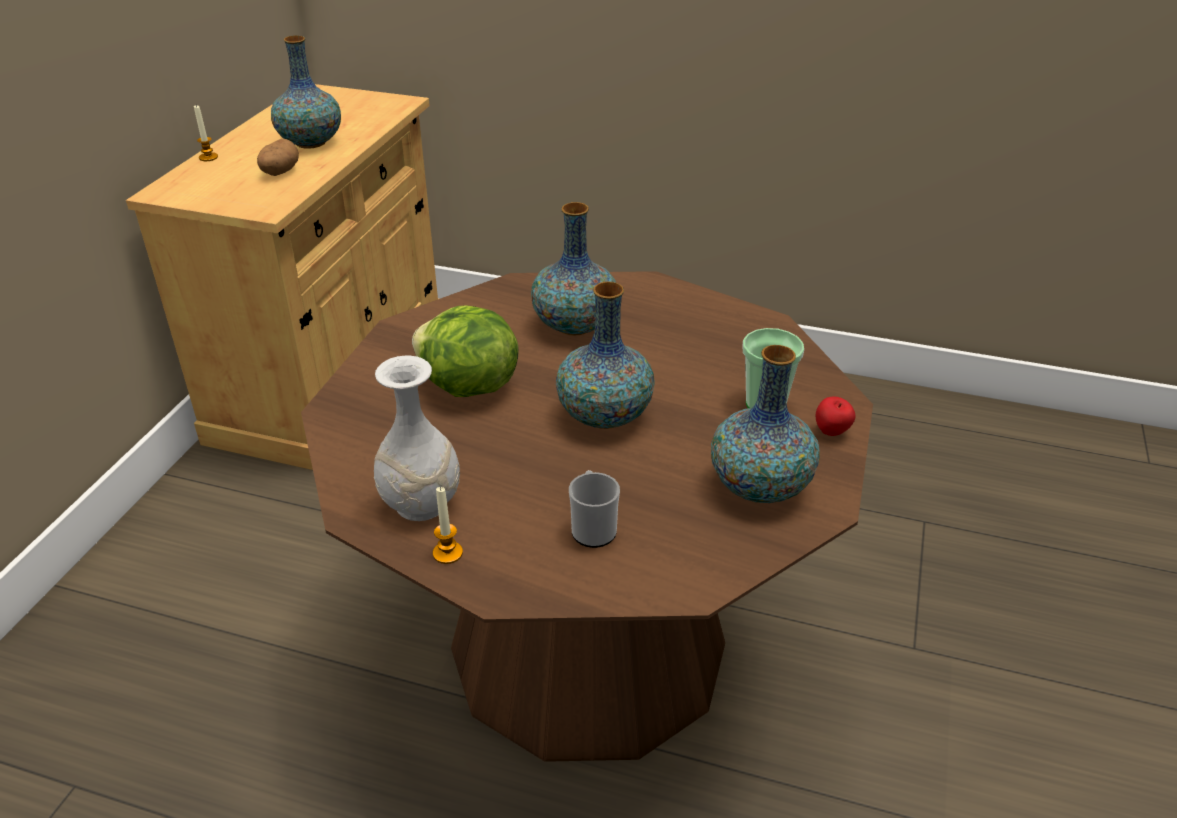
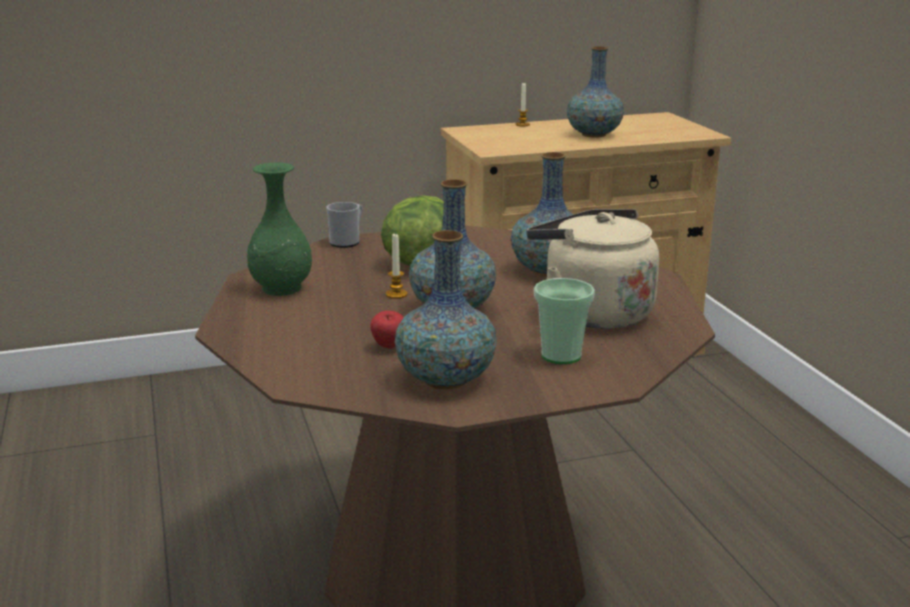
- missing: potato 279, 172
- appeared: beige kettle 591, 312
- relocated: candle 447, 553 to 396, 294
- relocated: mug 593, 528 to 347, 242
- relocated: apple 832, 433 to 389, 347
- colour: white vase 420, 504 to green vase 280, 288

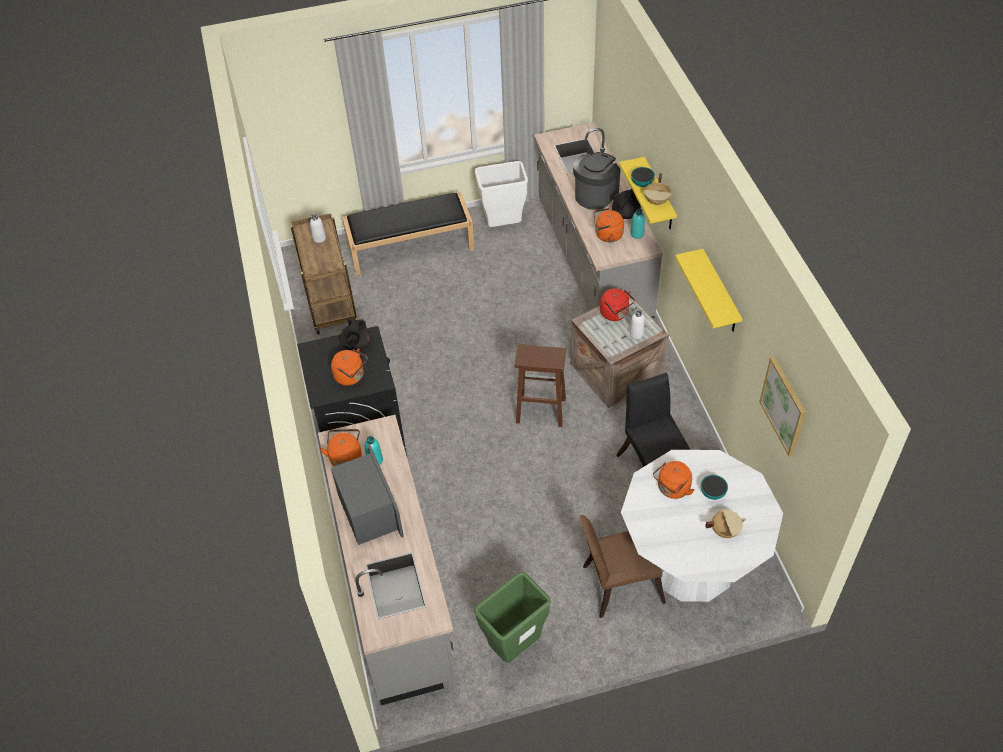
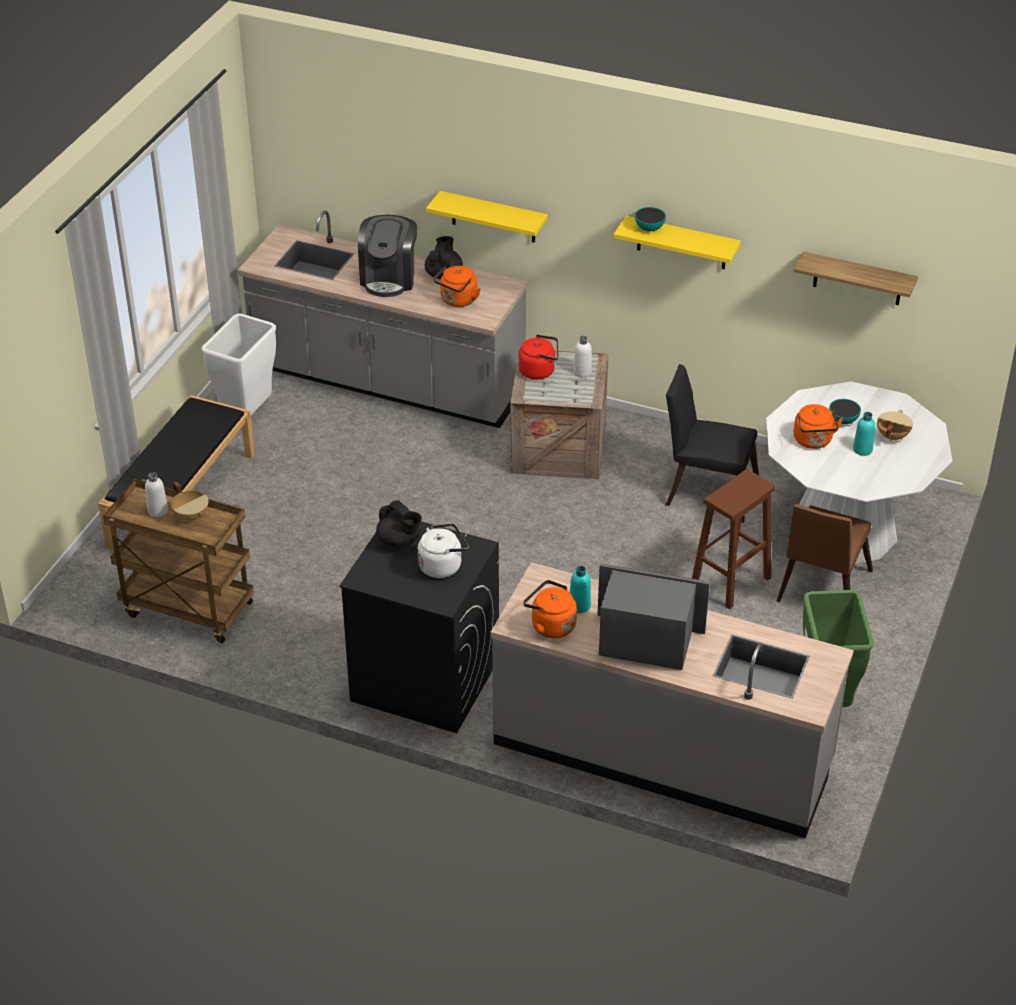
- relocated: brown stool 539, 410 to 730, 582
- relocated: turquoise bottle 637, 234 to 862, 449
- relocated: bowl 642, 183 to 649, 228
- relocated: beige cooking pot 657, 201 to 192, 515
- exchanged: picture 784, 406 to shelf 857, 279
- colour: orange kettle 351, 376 to white kettle 442, 565
- spun: coffee machine 595, 194 = 389, 278 150 degrees counterclockwise

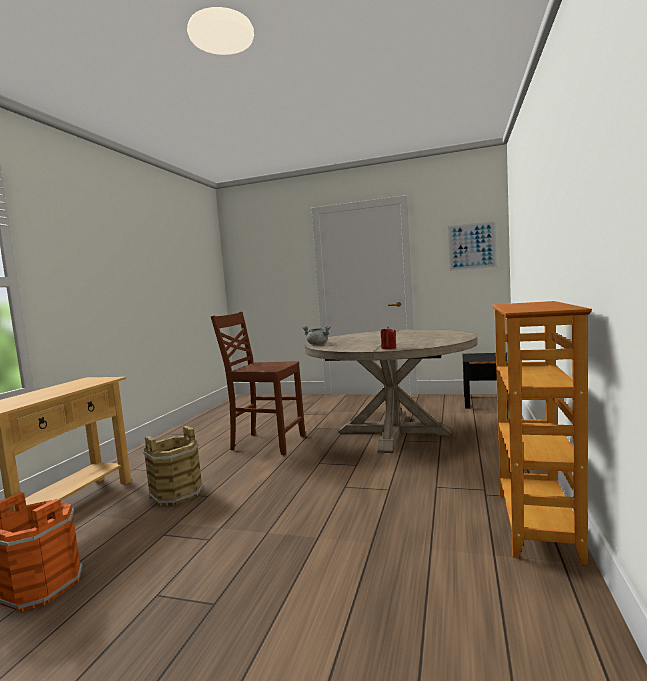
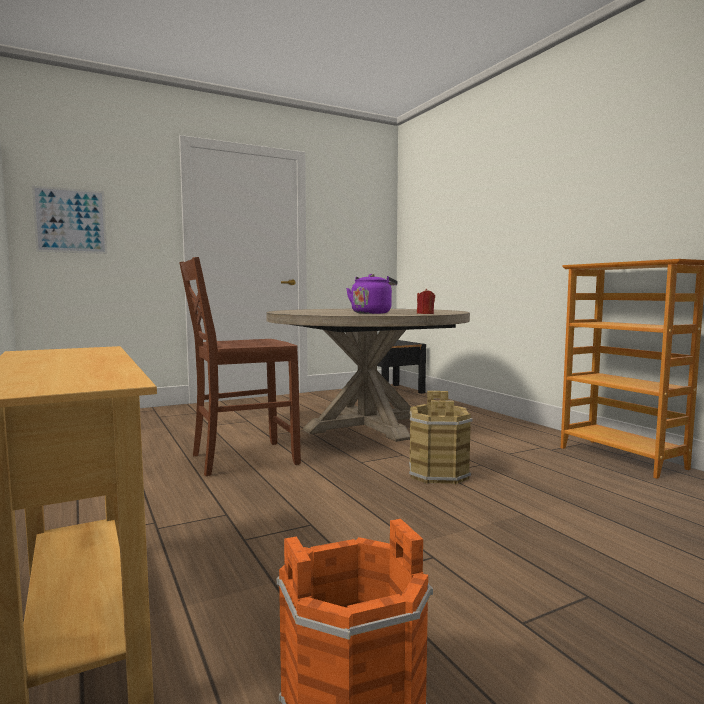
- missing: grey cooking pot 318, 344
- appeared: purple kettle 372, 313
- relocated: brown bucket 177, 494 to 438, 473
- relocated: picture 472, 246 to 70, 220

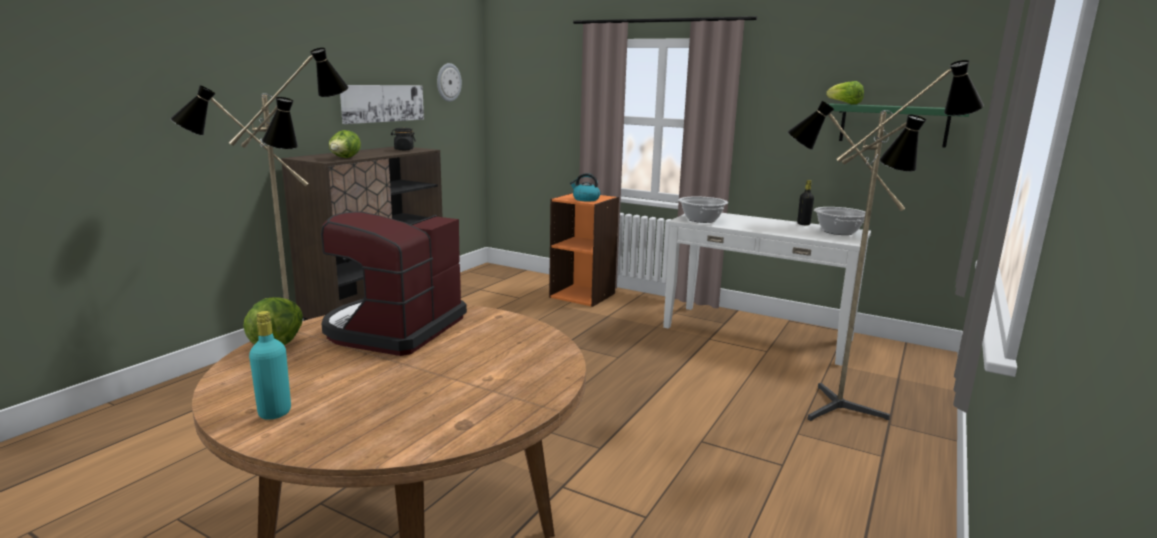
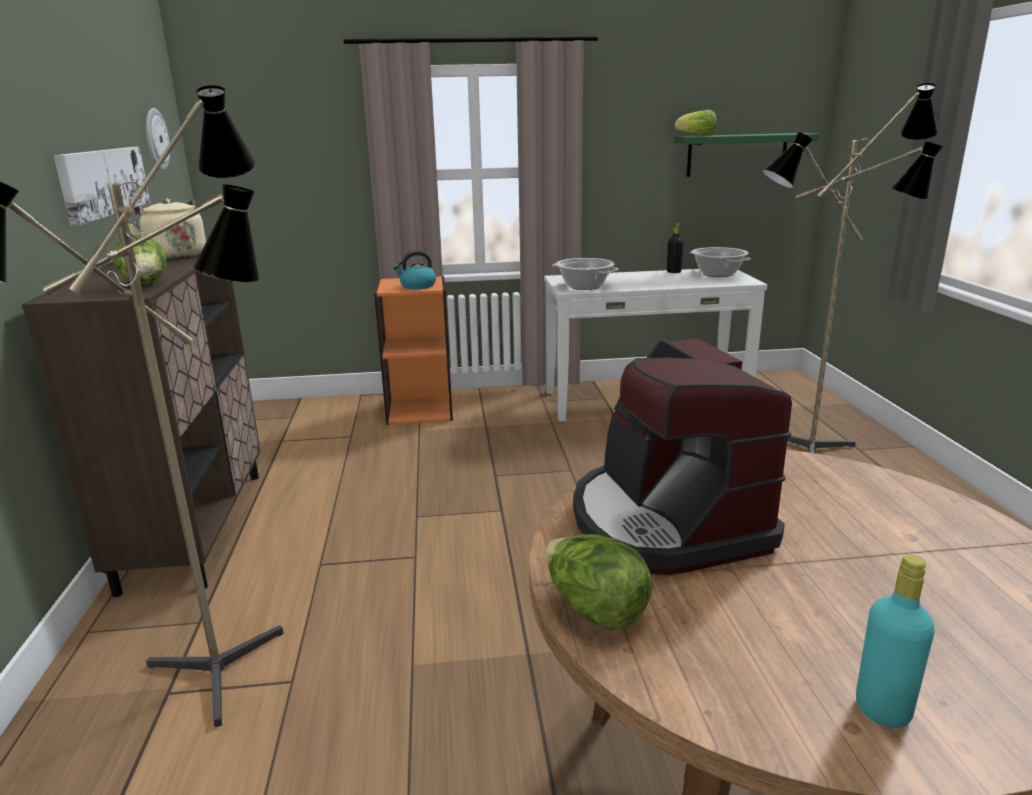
- exchanged: black jar 404, 149 to beige kettle 174, 255

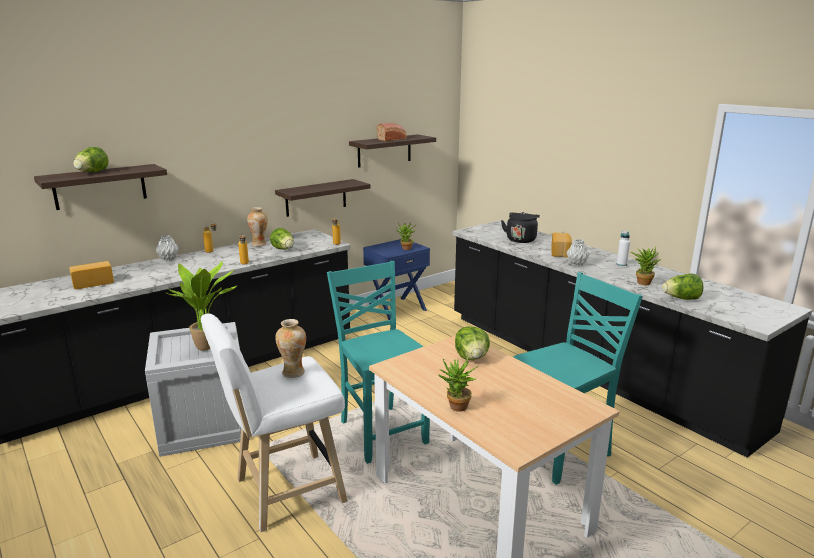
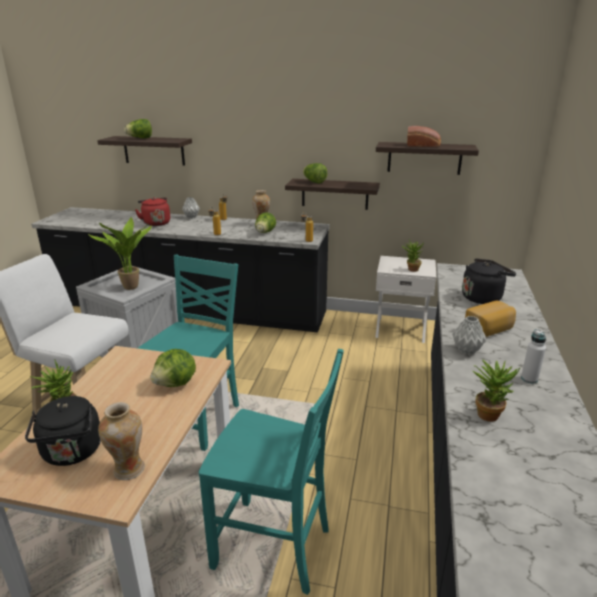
- missing: bread 93, 283
- appeared: black kettle 73, 453
- appeared: red kettle 156, 223
- relocated: vase 293, 373 to 128, 469
- relocated: lettuce 681, 299 to 314, 182
- colour: blue nightstand 396, 308 to white nightstand 400, 329

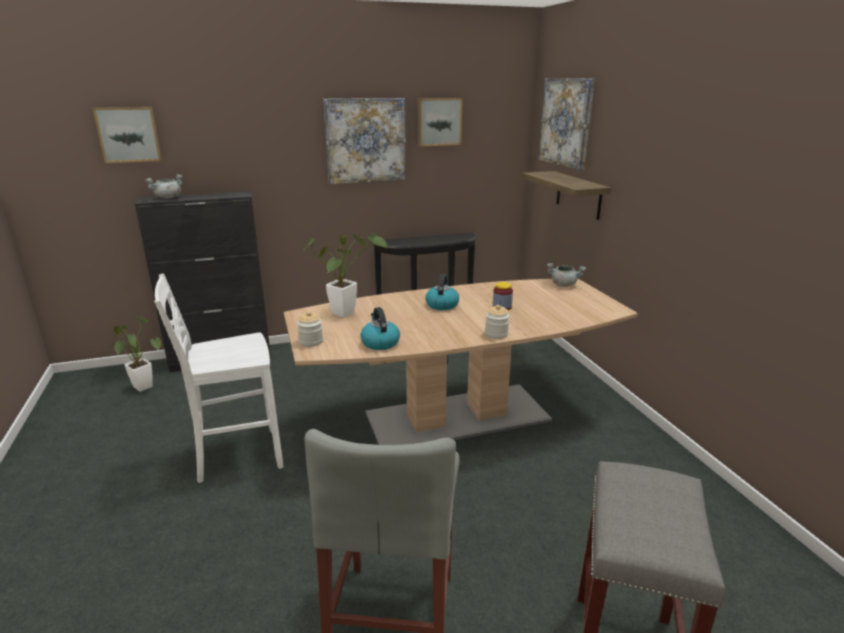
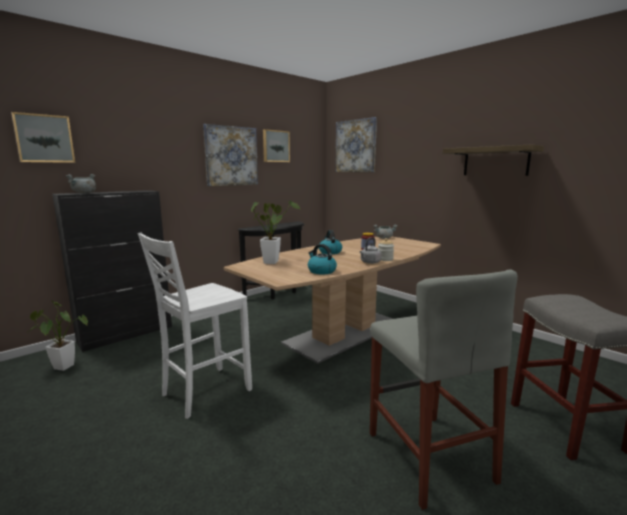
- missing: jar 311, 342
- appeared: grey kettle 369, 262
- relocated: shelf 578, 195 to 495, 161

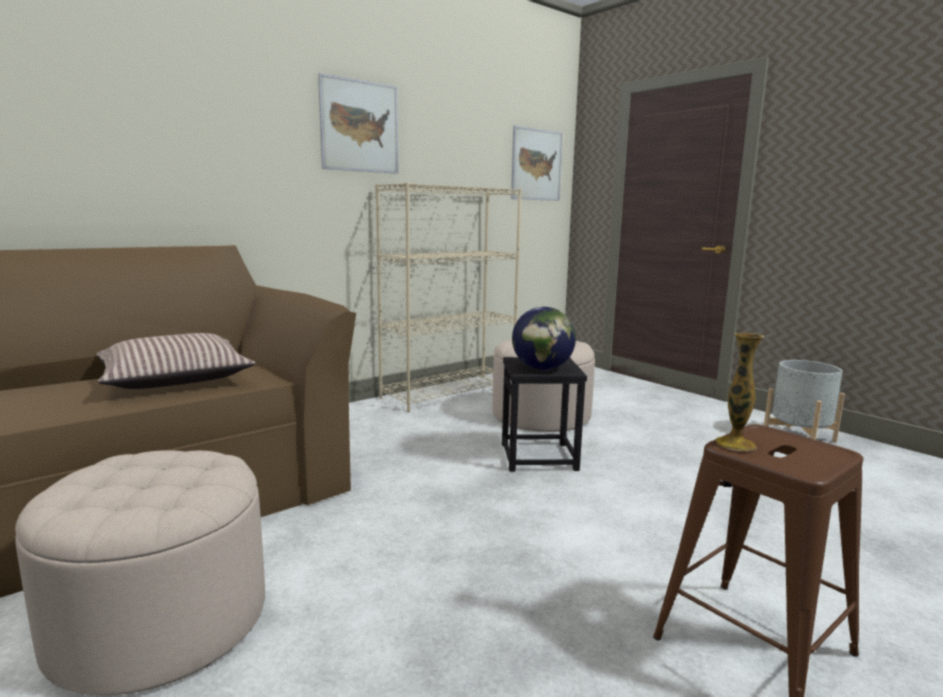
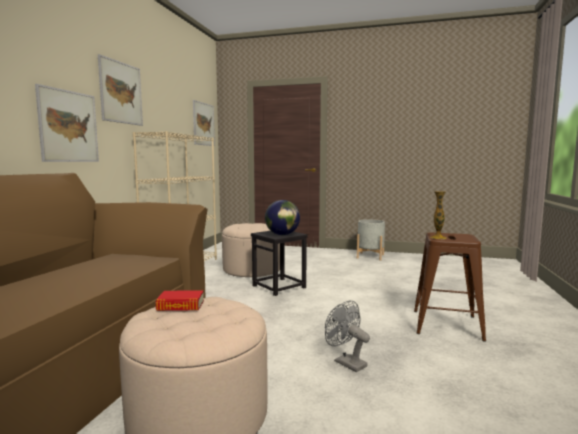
- missing: pillow 175, 378
- appeared: picture 69, 126
- appeared: book 180, 305
- appeared: grey fan 346, 362

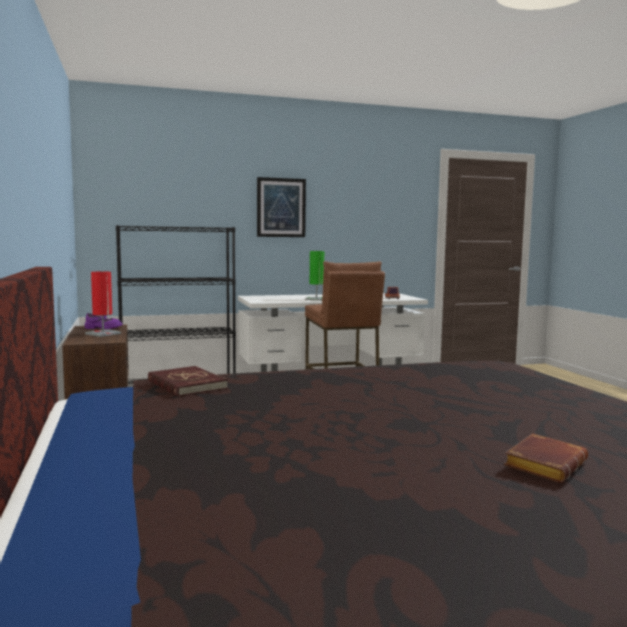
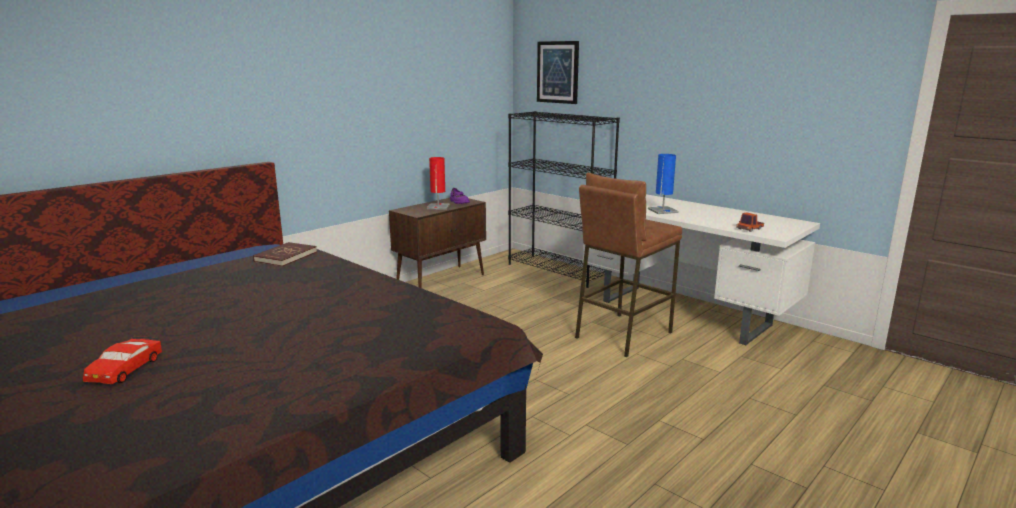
- relocated: picture 281, 207 to 558, 72
- exchanged: brown book 543, 464 to red toy car 125, 369
- colour: green table lamp 316, 299 to blue table lamp 662, 210

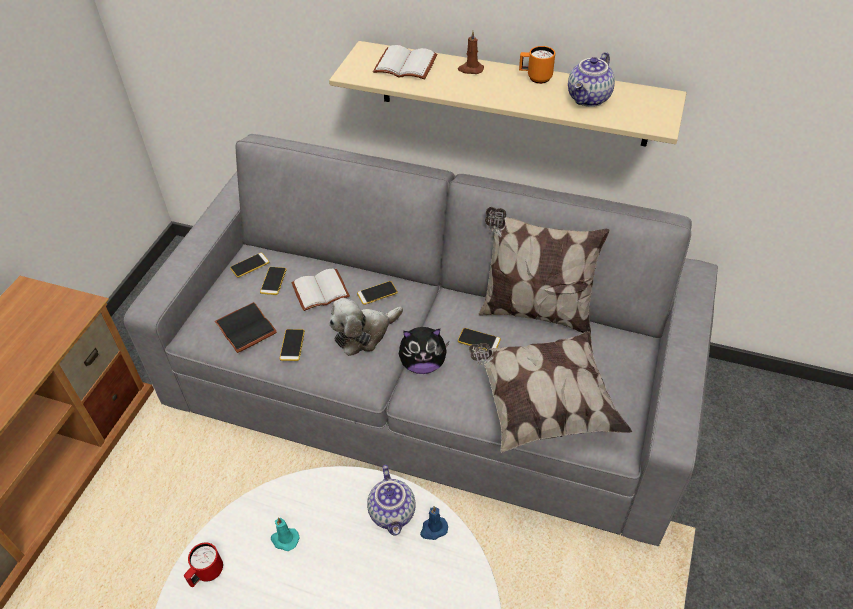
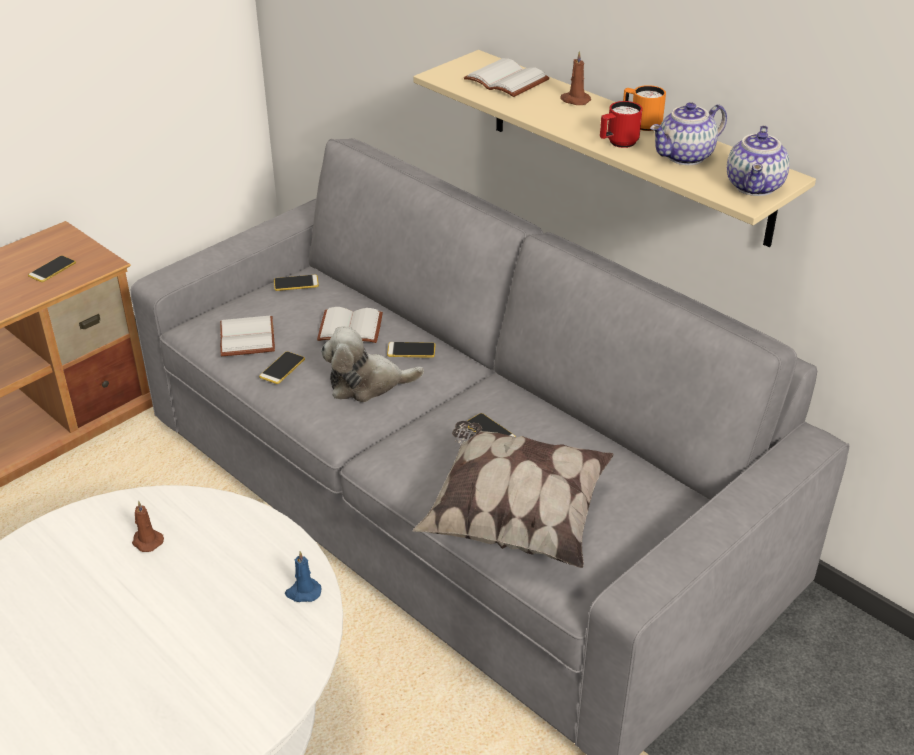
- missing: plush toy 423, 364
- missing: pillow 534, 311
- relocated: red mug 206, 574 to 618, 143
- relocated: phone 273, 281 to 52, 269
- relocated: teapot 393, 513 to 755, 187
- colour: black book 248, 328 to white book 249, 338
- colour: turquoise candle 284, 539 to brown candle 146, 541

